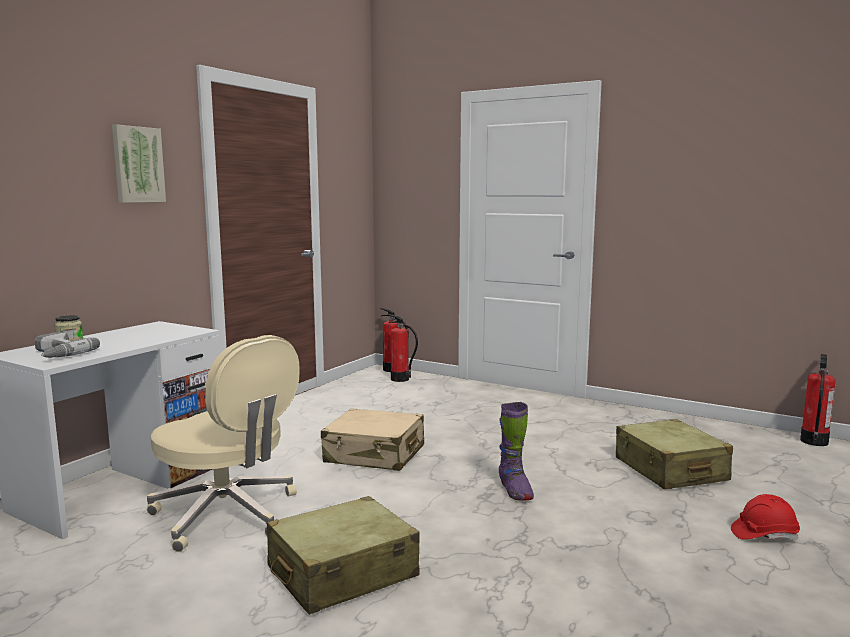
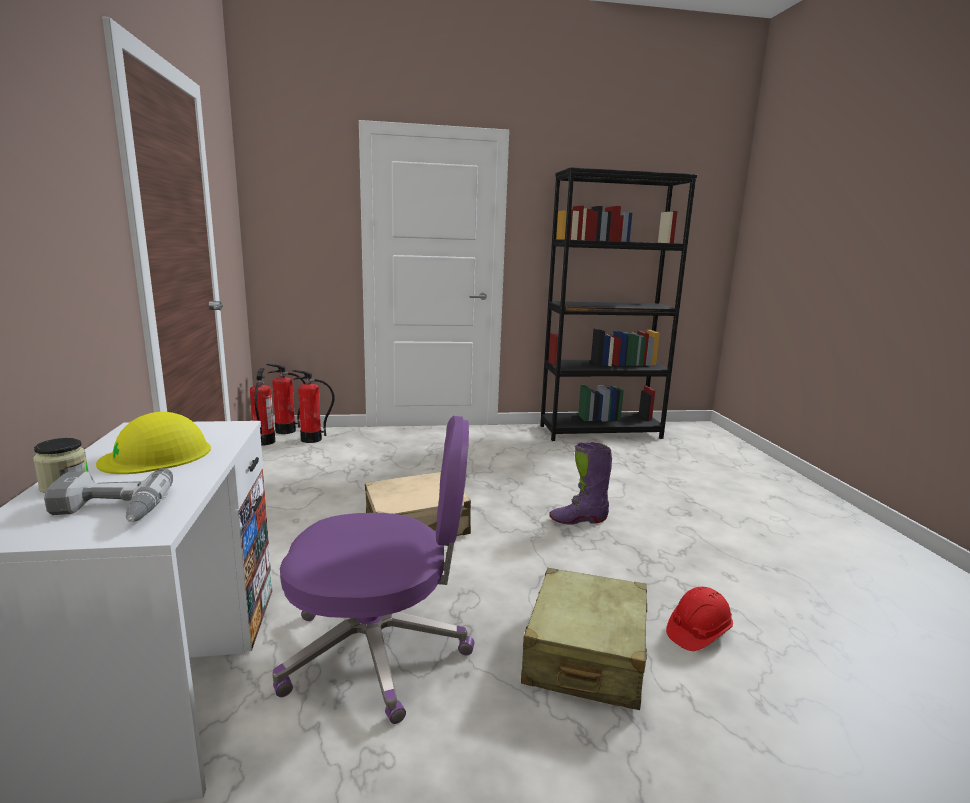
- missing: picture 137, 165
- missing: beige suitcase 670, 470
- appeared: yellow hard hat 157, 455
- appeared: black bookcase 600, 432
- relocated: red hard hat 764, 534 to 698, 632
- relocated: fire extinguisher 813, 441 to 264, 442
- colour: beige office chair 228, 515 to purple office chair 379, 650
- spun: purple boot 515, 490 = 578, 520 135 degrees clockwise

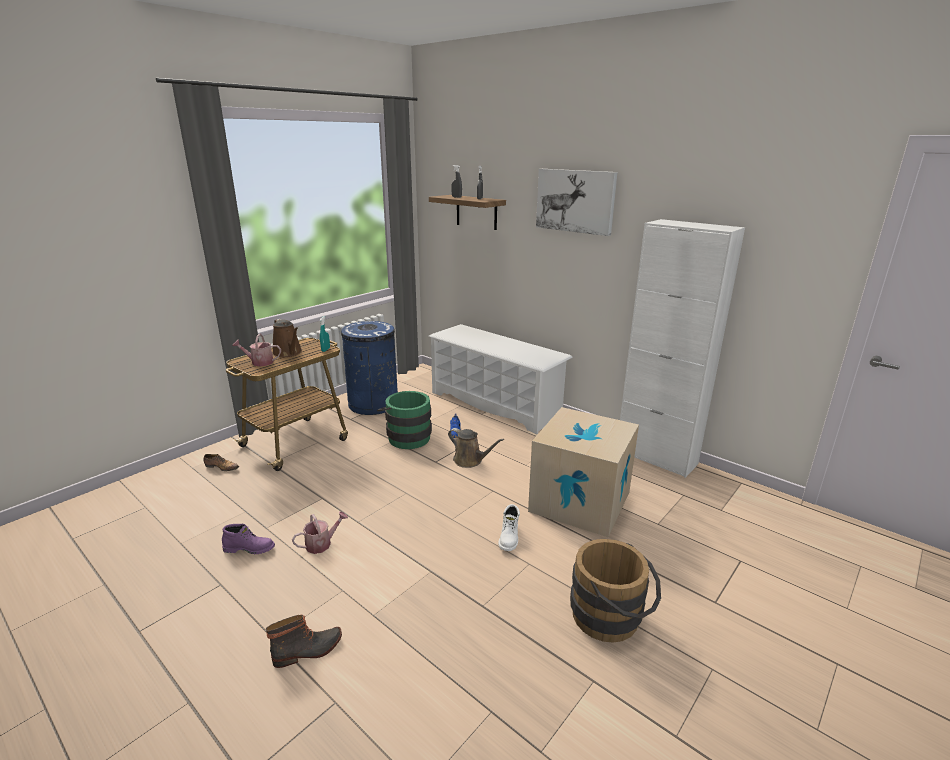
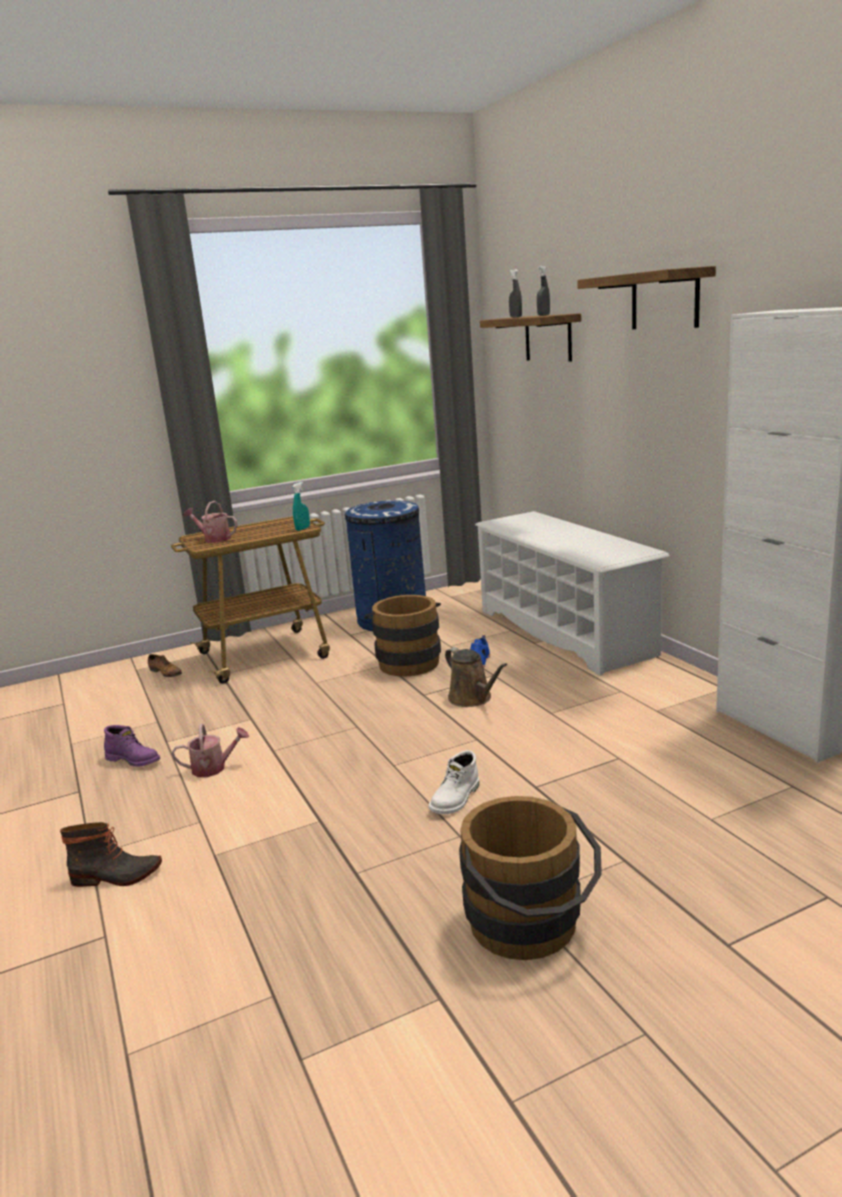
- missing: brown watering can 288, 353
- missing: cardboard box 580, 501
- exchanged: picture 575, 201 to shelf 664, 300
- colour: green bucket 407, 437 to brown bucket 407, 661

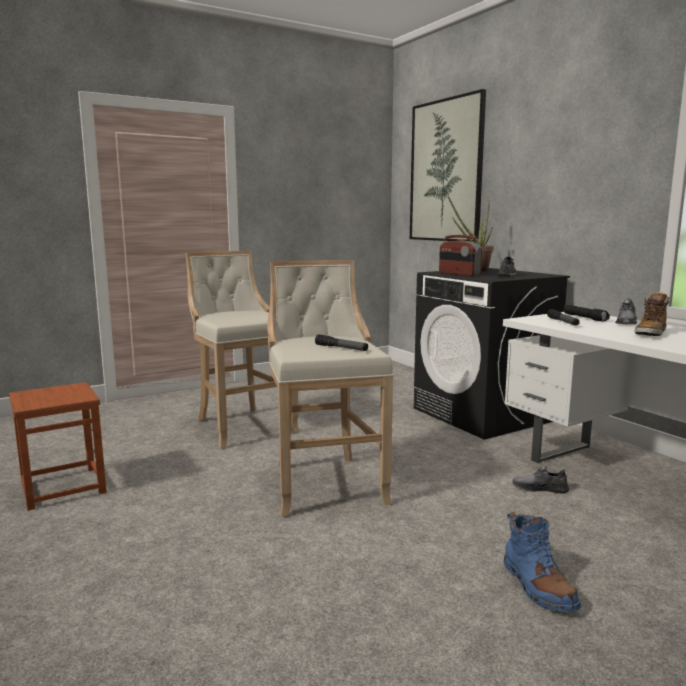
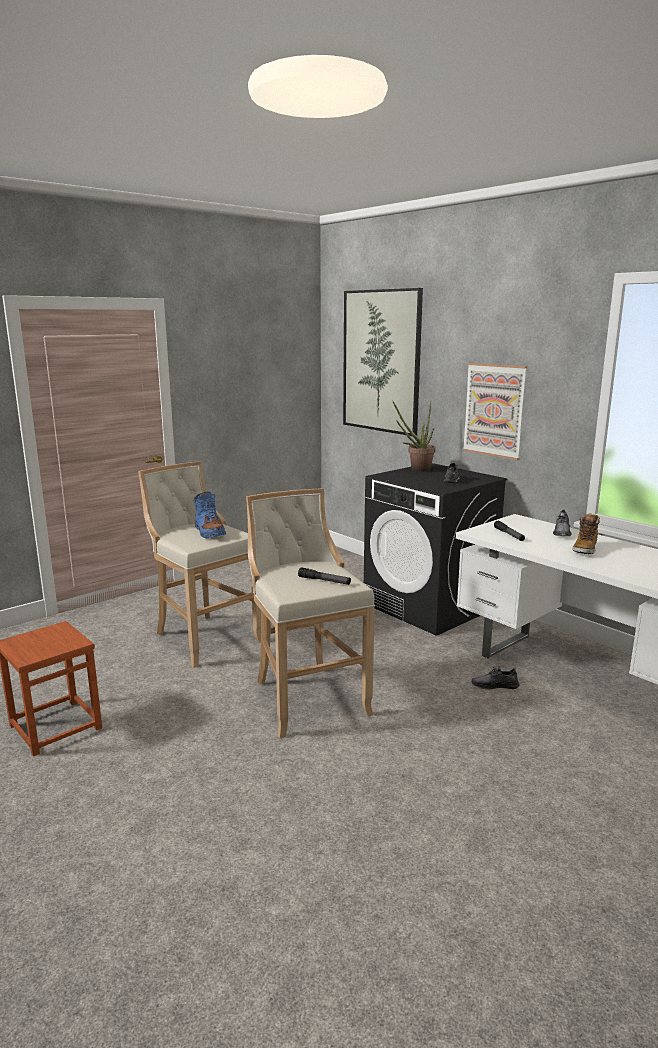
- missing: radio 459, 274
- missing: black flashlight 585, 318
- appeared: picture 494, 410
- relocated: blue boot 537, 586 to 209, 532

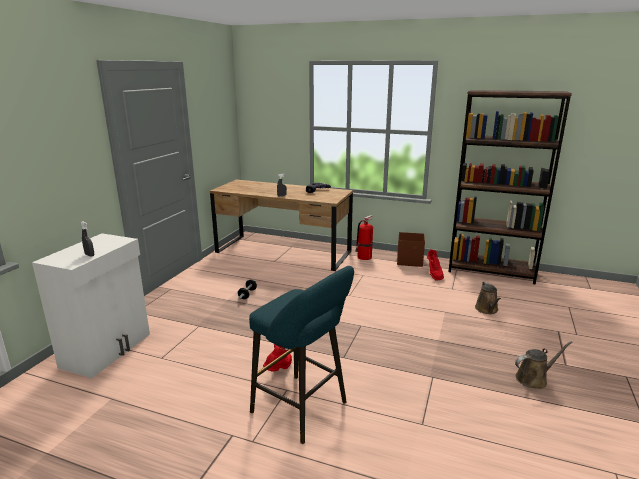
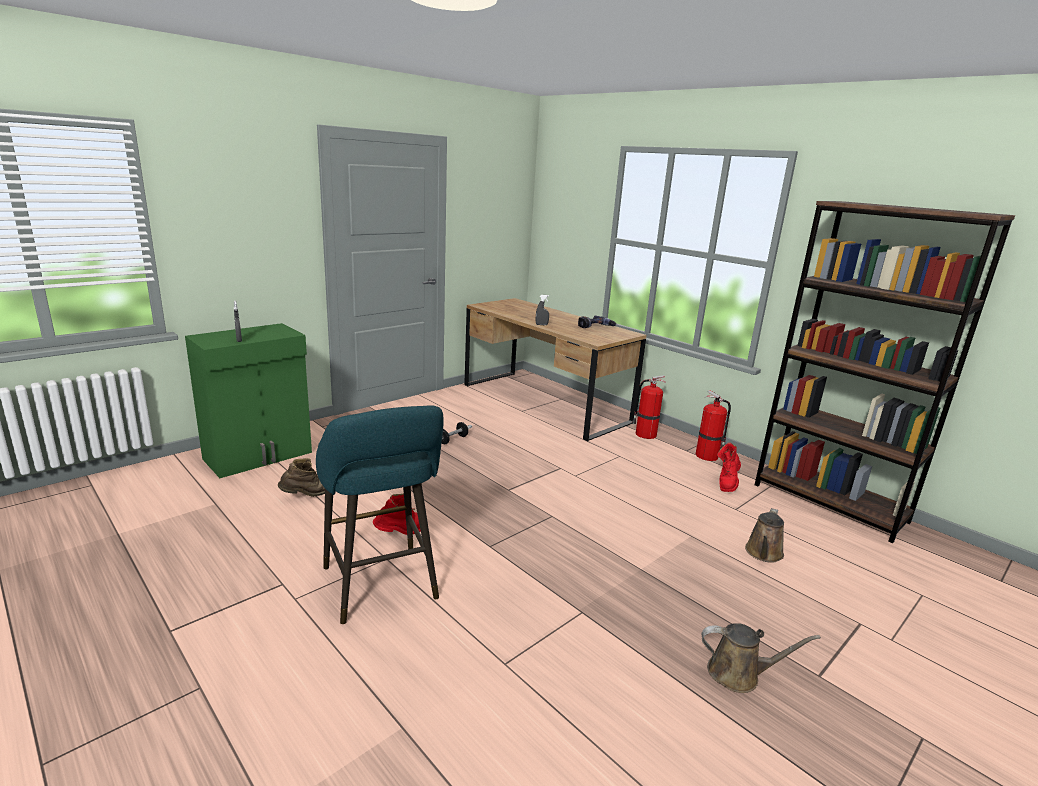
- appeared: brown boot 306, 496
- exchanged: brown storage box 410, 261 to fire extinguisher 708, 456
- colour: white cabinet 108, 350 to green cabinet 259, 456

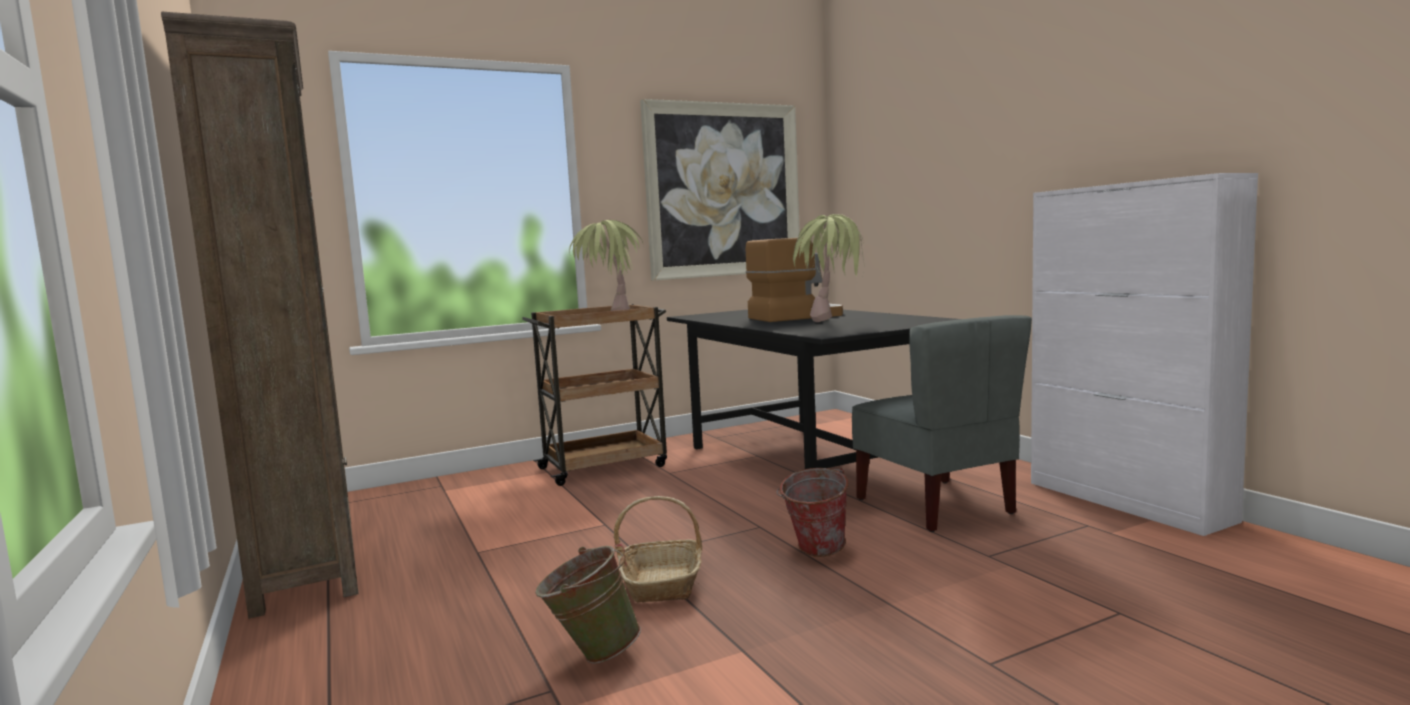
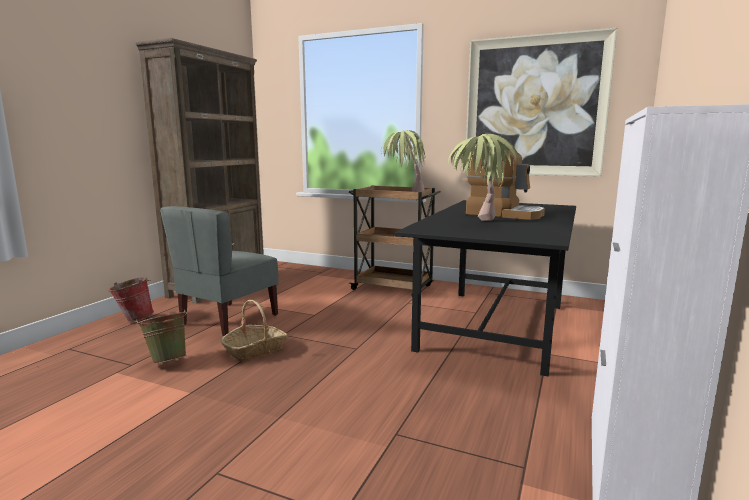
- relocated: bucket 814, 552 to 134, 318
- relocated: grey chair 936, 506 to 228, 320

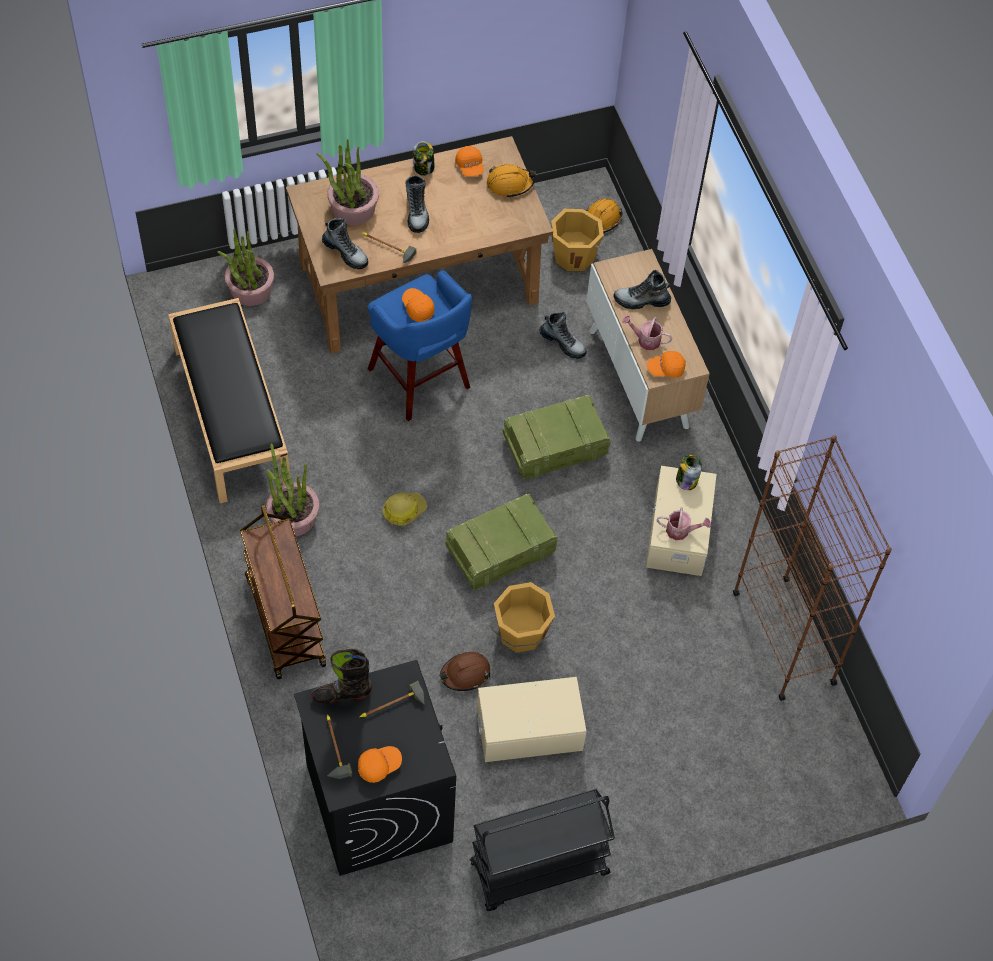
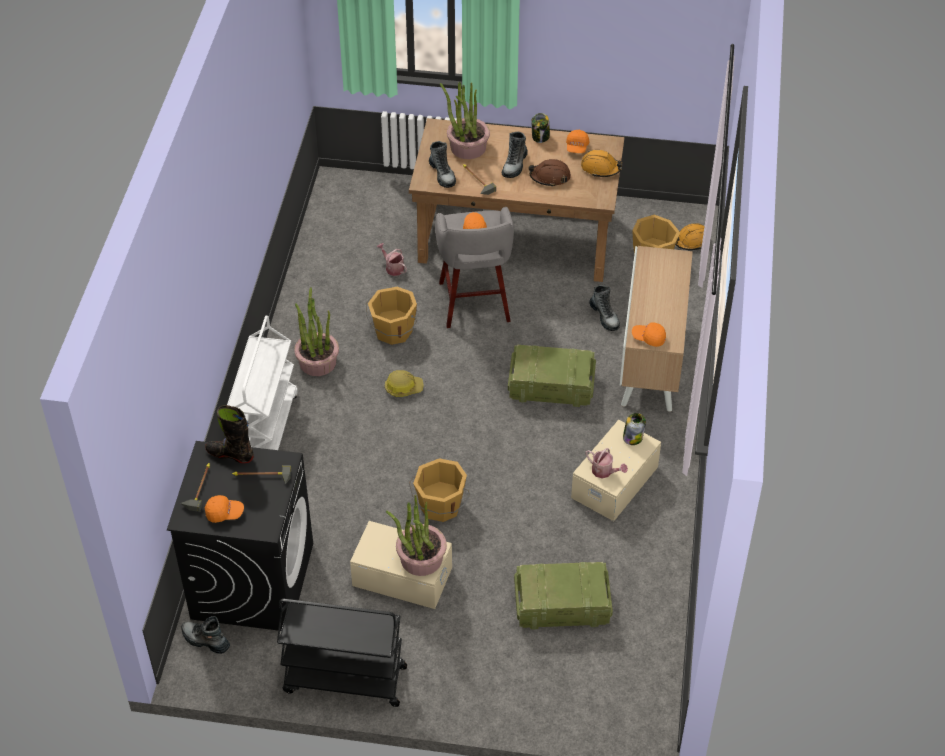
- missing: black bench 230, 415
- missing: brown bookcase 783, 637
- appeared: orange bucket 393, 331
- relocated: potted plant 250, 290 to 421, 558
- relocated: brown hard hat 465, 674 to 550, 177
- relocated: crate 499, 552 to 560, 606
- relocated: boot 641, 301 to 205, 640
- relocated: watering can 645, 340 to 393, 267
- colour: brown cart 284, 620 to white cart 265, 428
- colour: blue stool 420, 381 to grey stool 474, 304

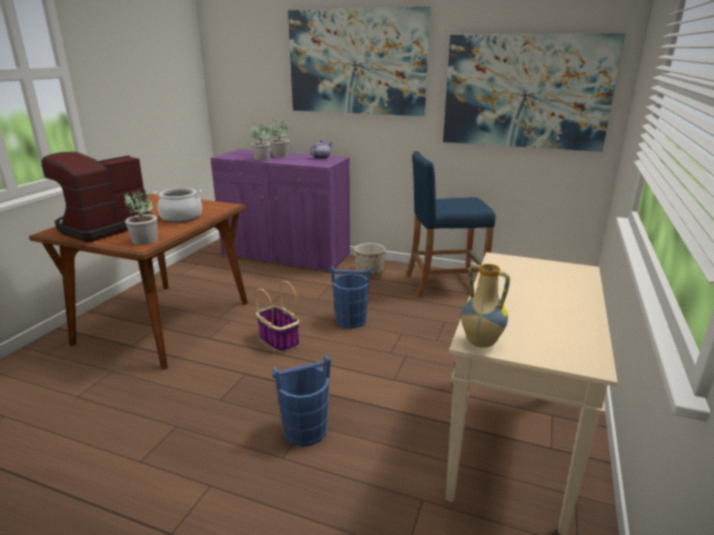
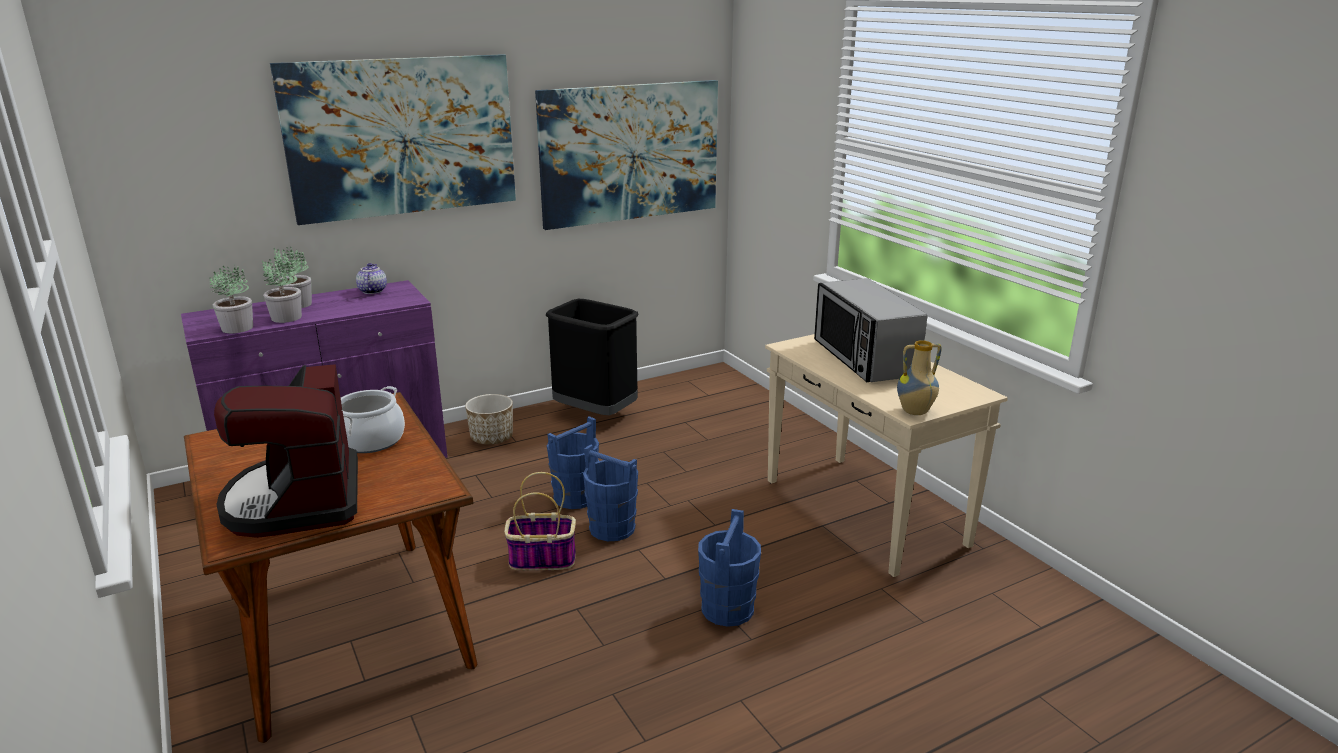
- appeared: blue bucket 612, 528
- appeared: microwave 864, 358
- relocated: potted plant 145, 240 to 238, 328
- exchanged: blue stool 444, 283 to black trash can 595, 414

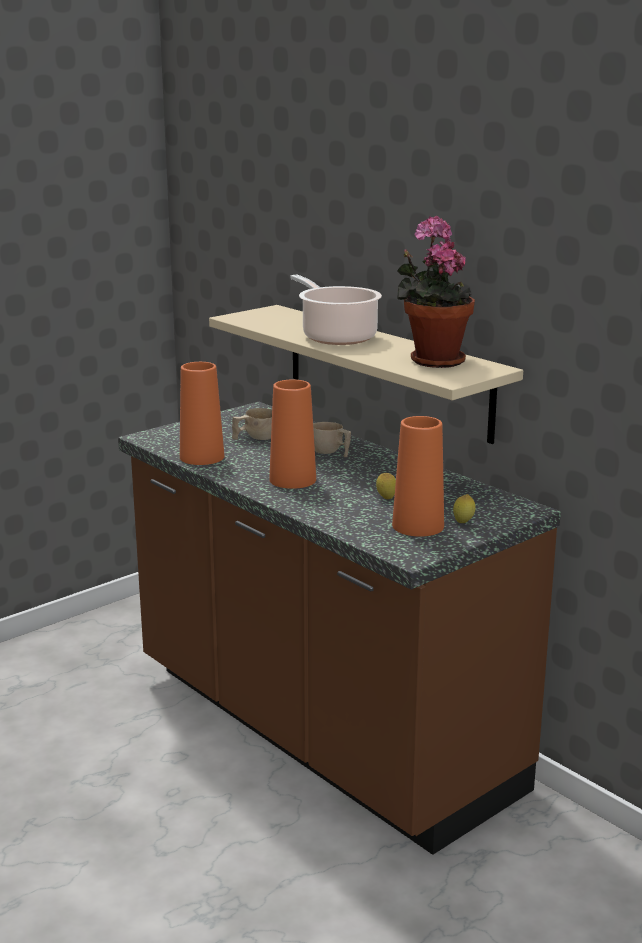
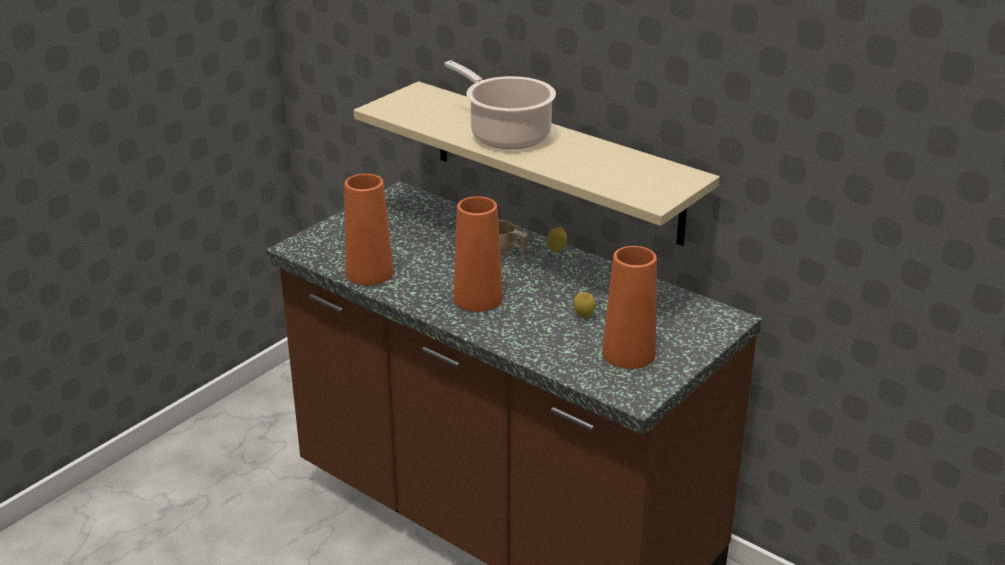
- missing: beige cup 254, 438
- missing: potted plant 433, 360
- relocated: lemon 463, 523 to 556, 251

